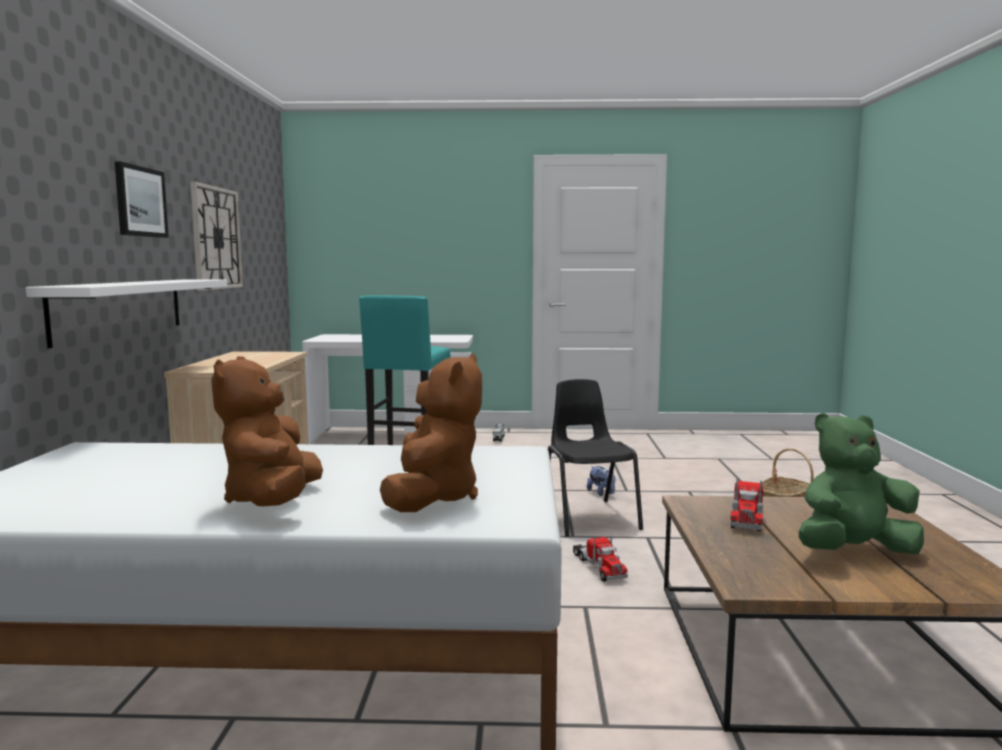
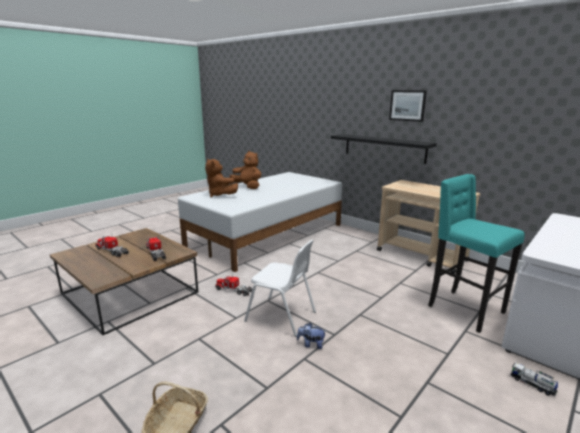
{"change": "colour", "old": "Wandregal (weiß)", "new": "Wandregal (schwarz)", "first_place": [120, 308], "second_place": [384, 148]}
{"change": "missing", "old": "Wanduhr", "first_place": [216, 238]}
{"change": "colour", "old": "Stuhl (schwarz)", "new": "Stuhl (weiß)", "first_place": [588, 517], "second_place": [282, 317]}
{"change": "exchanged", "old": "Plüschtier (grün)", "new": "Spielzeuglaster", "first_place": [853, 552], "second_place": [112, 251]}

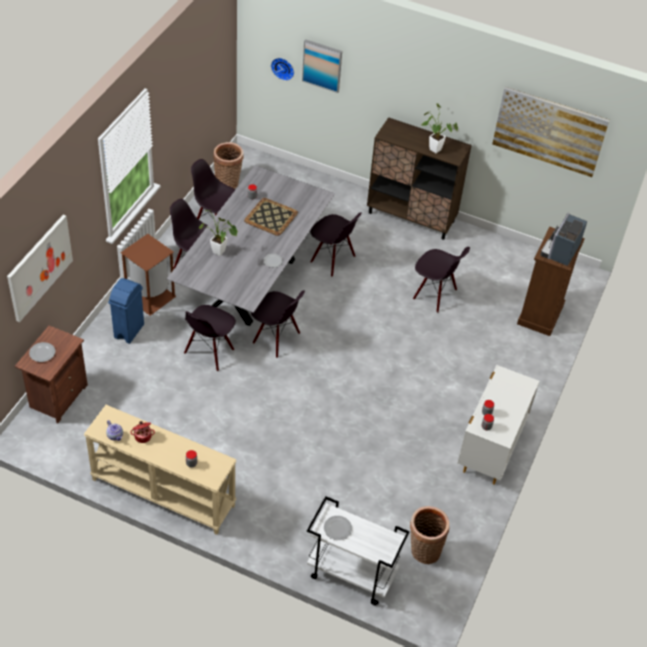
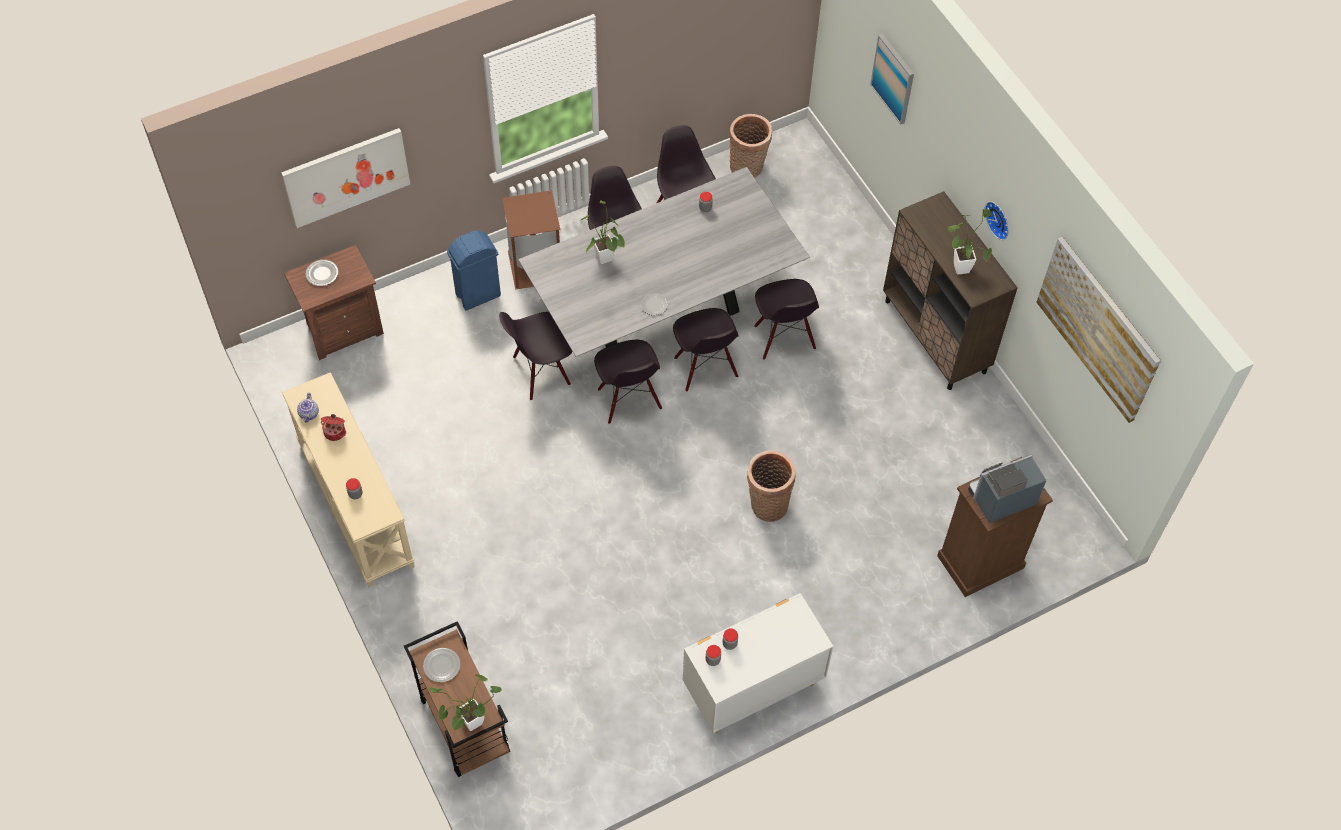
{"change": "missing", "old": "Tablett", "first_place": [271, 217]}
{"change": "relocated", "old": "Wanduhr", "first_place": [283, 68], "second_place": [999, 219]}
{"change": "colour", "old": "Rollwagen (weiß)", "new": "Rollwagen (braun)", "first_place": [350, 574], "second_place": [463, 725]}
{"change": "relocated", "old": "Korb", "first_place": [423, 550], "second_place": [767, 503]}
{"change": "relocated", "old": "Stuhl (schwarz)", "first_place": [434, 295], "second_place": [705, 368]}
{"change": "appeared", "new": "Topfpflanze", "second_place": [468, 724]}

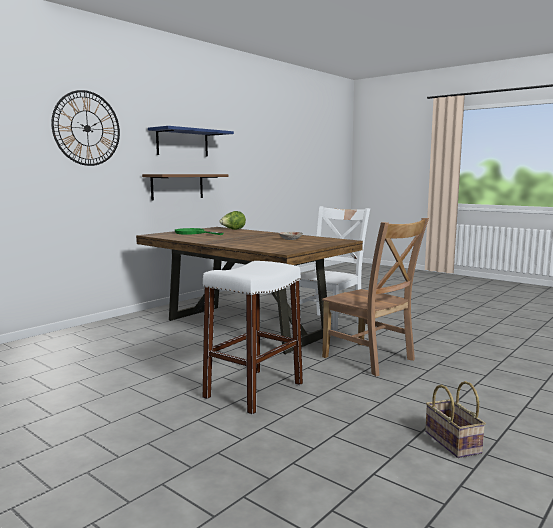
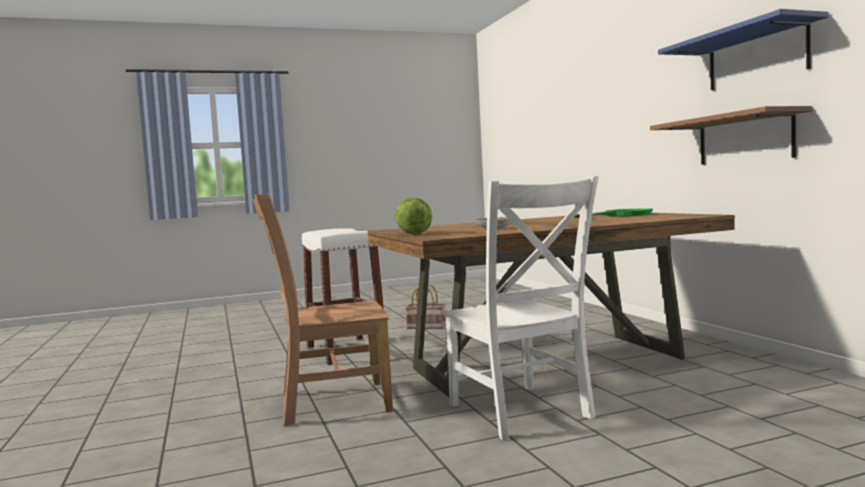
{"change": "missing", "old": "Wanduhr", "first_place": [87, 128]}
{"change": "relocated", "old": "Salatkopf", "first_place": [233, 229], "second_place": [413, 234]}
{"change": "relocated", "old": "Korb", "first_place": [450, 442], "second_place": [427, 326]}

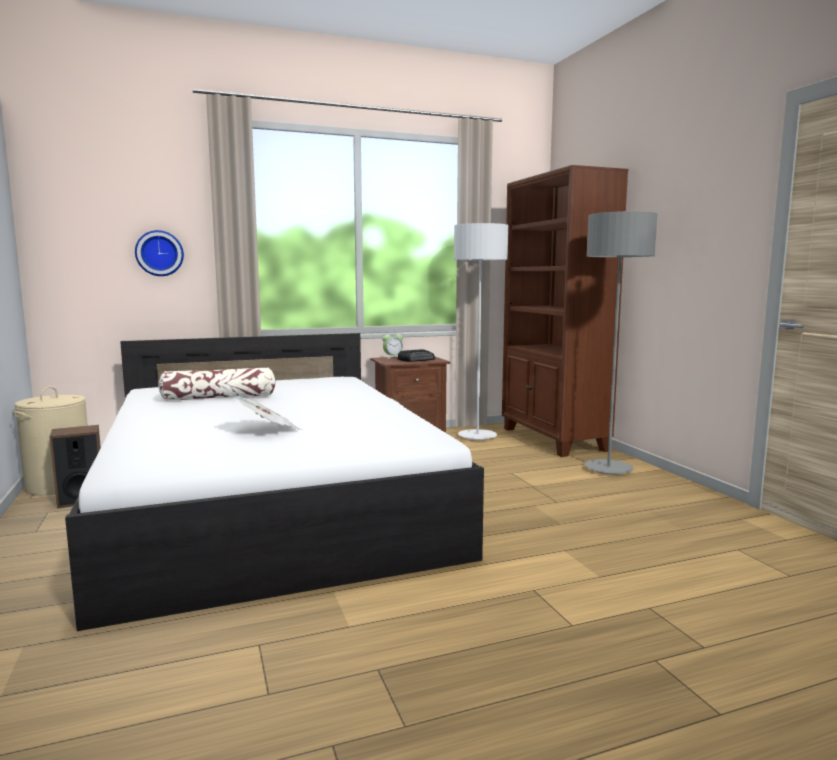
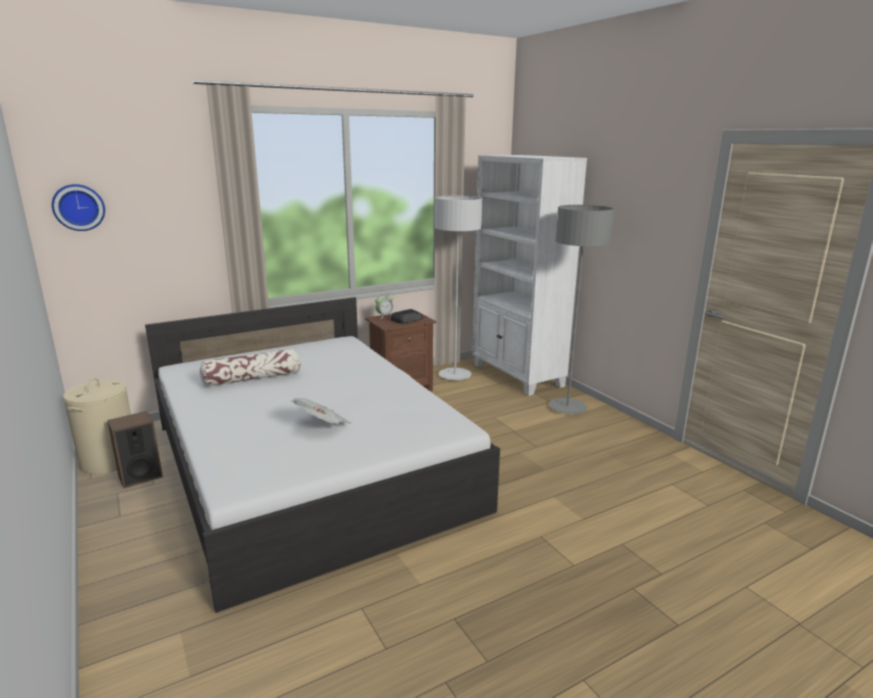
{"change": "relocated", "old": "Wanduhr", "first_place": [159, 253], "second_place": [78, 207]}
{"change": "colour", "old": "Bücherregal (braun)", "new": "Bücherregal (weiß)", "first_place": [553, 439], "second_place": [517, 375]}

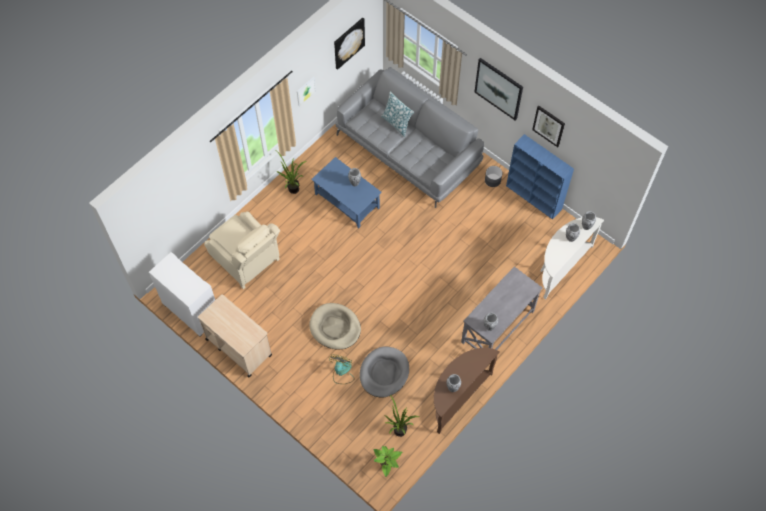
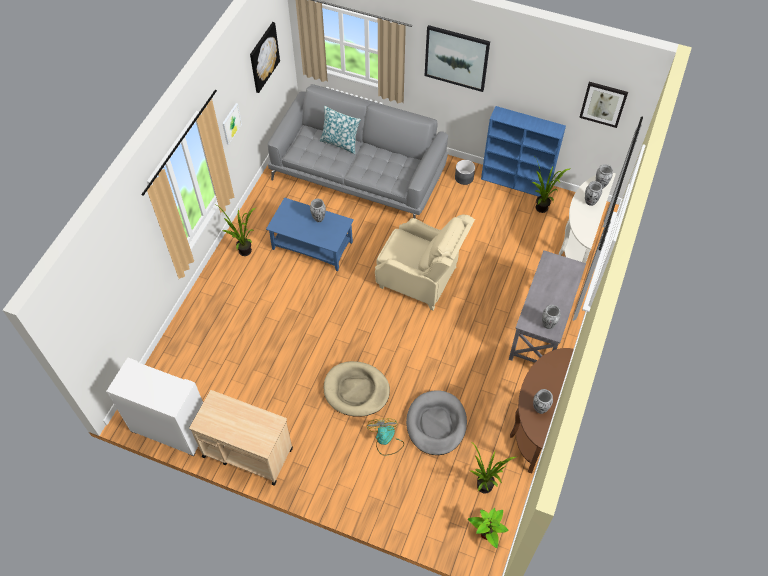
{"change": "relocated", "old": "Sessel (beige)", "first_place": [247, 260], "second_place": [420, 278]}
{"change": "relocated", "old": "Bild", "first_place": [549, 126], "second_place": [603, 104]}
{"change": "appeared", "new": "Topfpflanze", "second_place": [541, 211]}

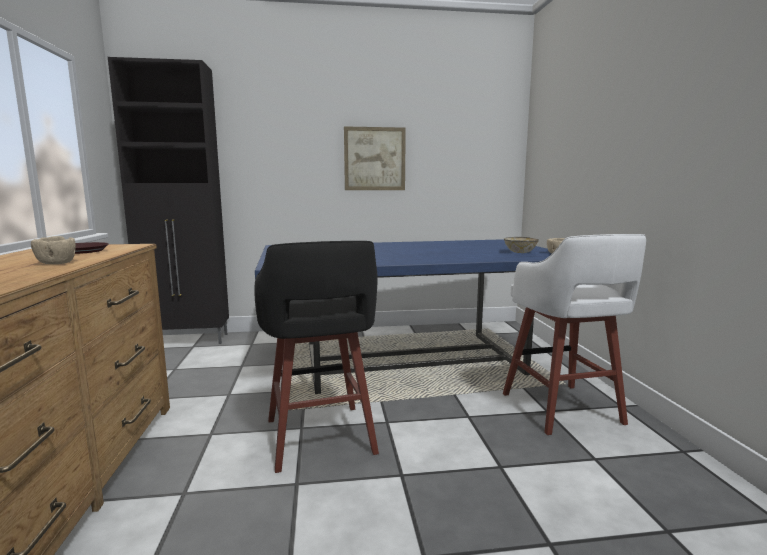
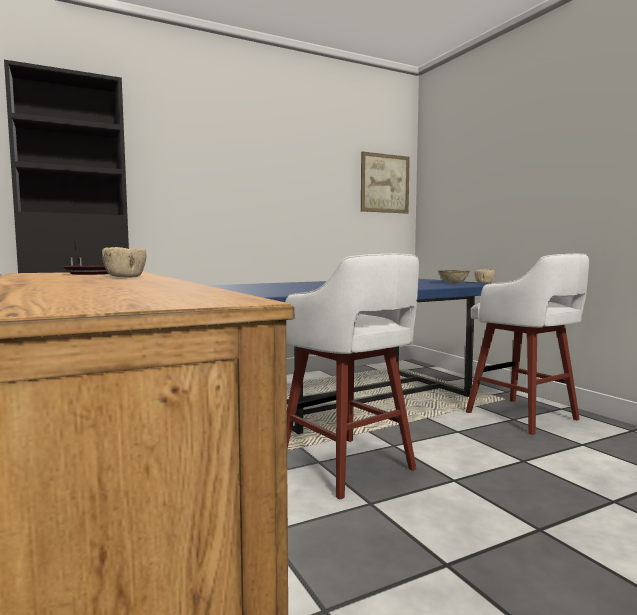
{"change": "colour", "old": "Hocker (schwarz)", "new": "Hocker (weiß)", "first_place": [320, 438], "second_place": [348, 467]}
{"change": "relocated", "old": "Bild", "first_place": [374, 159], "second_place": [384, 183]}

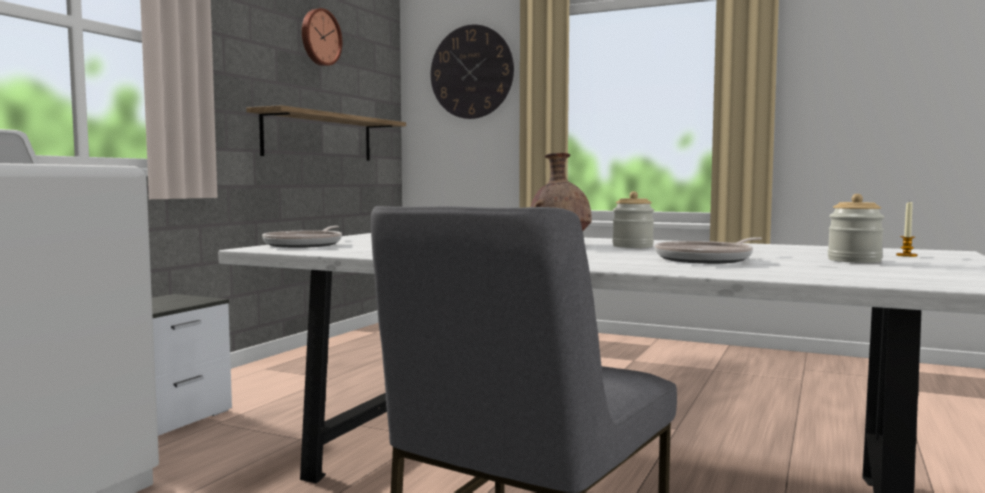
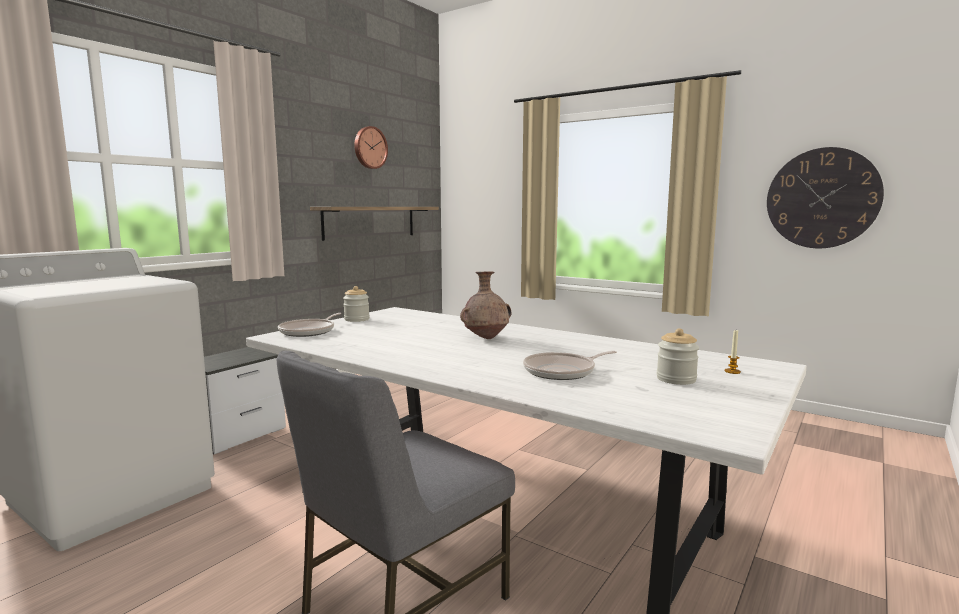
{"change": "relocated", "old": "Wanduhr", "first_place": [471, 72], "second_place": [822, 198]}
{"change": "relocated", "old": "Vorratsglas", "first_place": [632, 246], "second_place": [356, 319]}

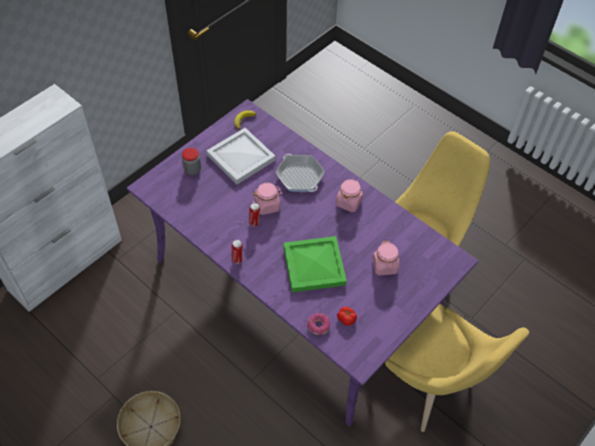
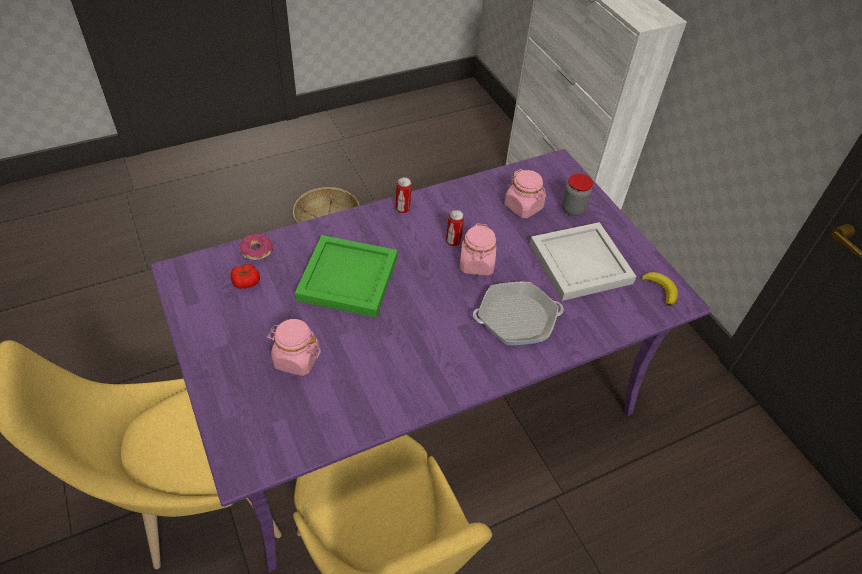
{"change": "relocated", "old": "Vorratsglas (rosa)", "first_place": [348, 202], "second_place": [523, 207]}

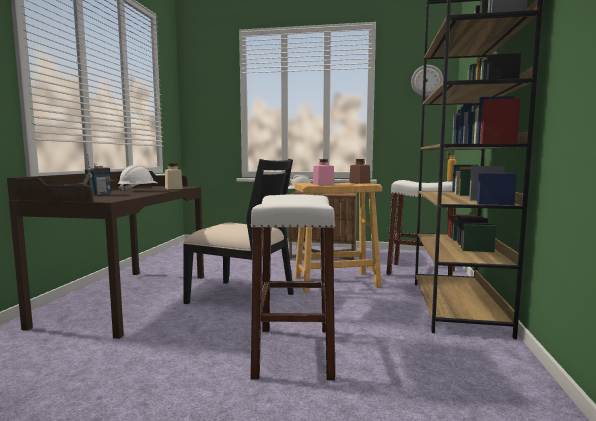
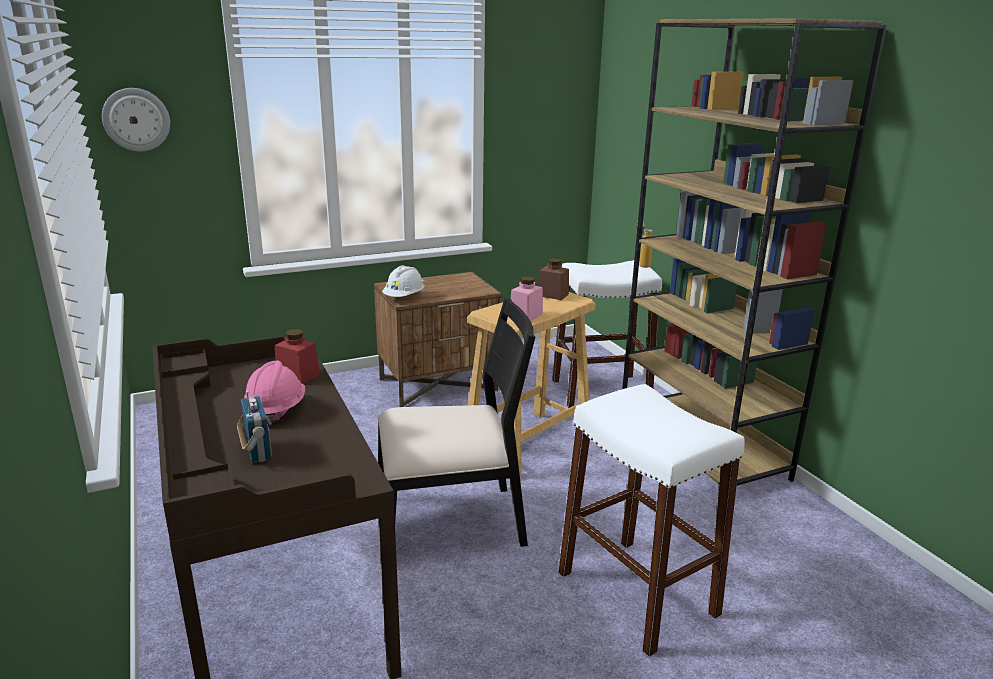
{"change": "colour", "old": "Schutzhelm (weiß)", "new": "Schutzhelm (rosa)", "first_place": [138, 191], "second_place": [276, 410]}
{"change": "colour", "old": "Vorratsglas (beige)", "new": "Vorratsglas (rot)", "first_place": [173, 188], "second_place": [298, 375]}
{"change": "relocated", "old": "Wanduhr", "first_place": [426, 81], "second_place": [136, 119]}

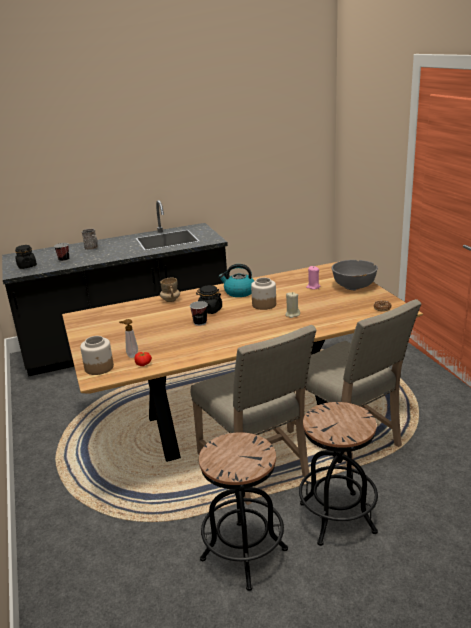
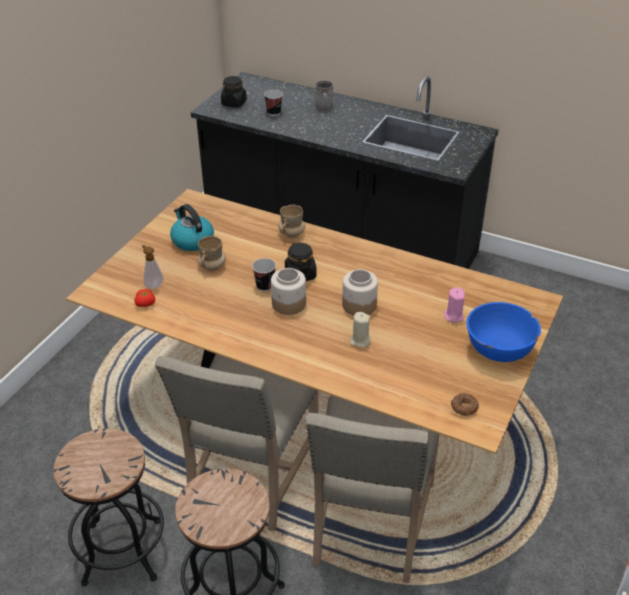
{"change": "relocated", "old": "Vorratsglas", "first_place": [99, 368], "second_place": [289, 304]}
{"change": "relocated", "old": "Wasserkessel", "first_place": [239, 292], "second_place": [192, 240]}
{"change": "colour", "old": "Schüssel (grau)", "new": "Schüssel (blau)", "first_place": [353, 286], "second_place": [499, 349]}
{"change": "appeared", "new": "Henkelbecher (beige)", "second_place": [212, 266]}

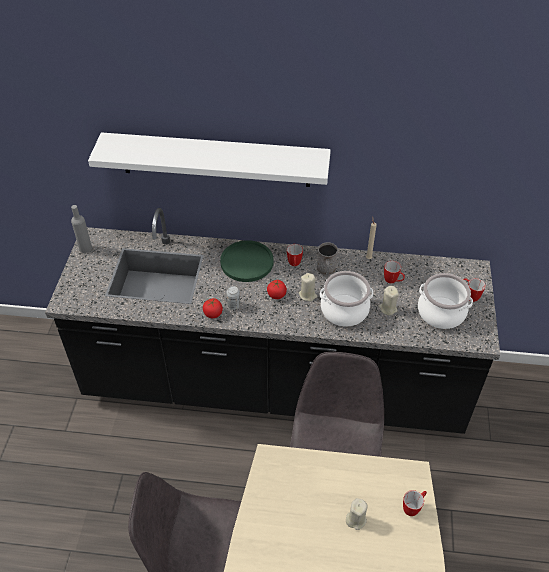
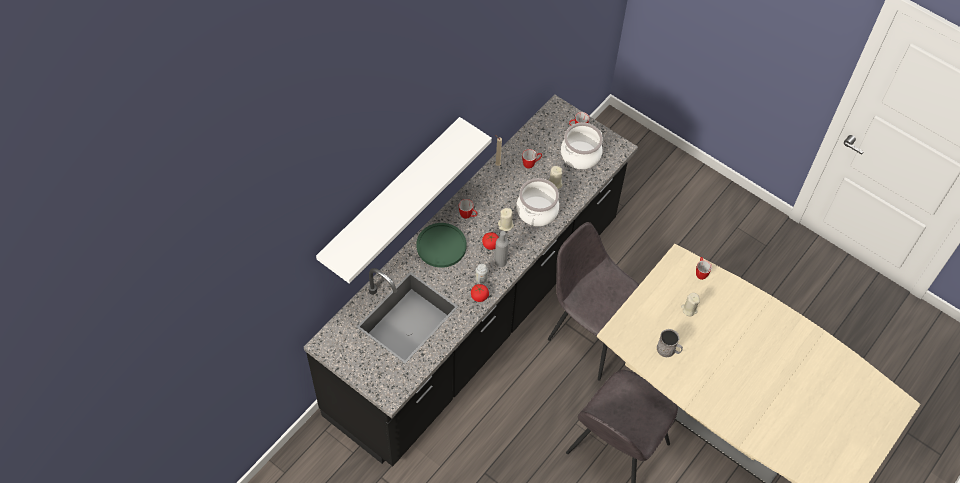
{"change": "relocated", "old": "Flasche (grau)", "first_place": [85, 248], "second_place": [500, 261]}
{"change": "relocated", "old": "Henkelbecher (grau)", "first_place": [326, 270], "second_place": [668, 350]}

